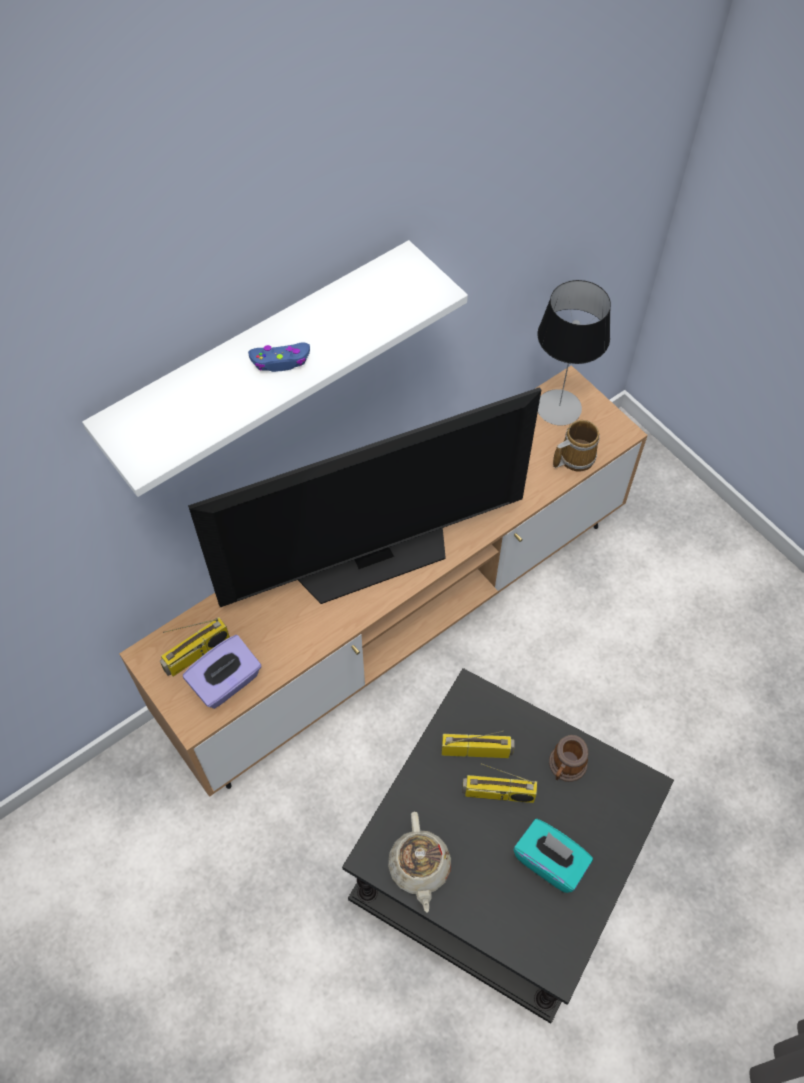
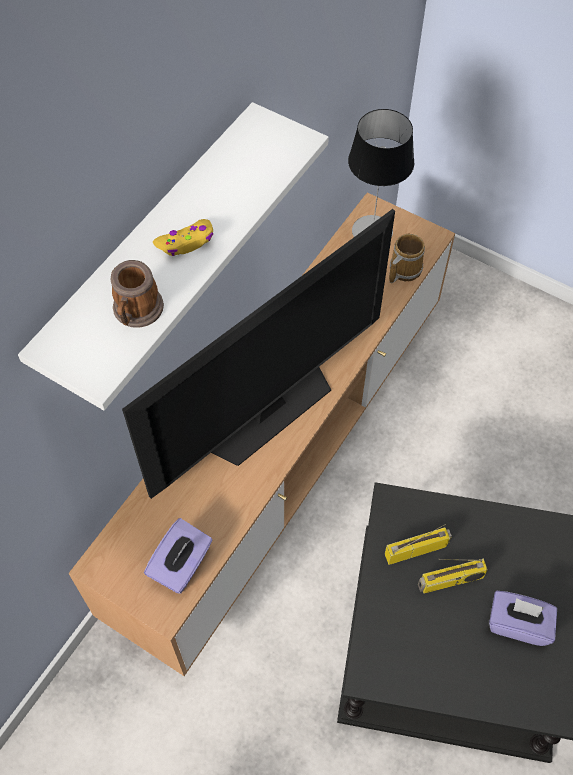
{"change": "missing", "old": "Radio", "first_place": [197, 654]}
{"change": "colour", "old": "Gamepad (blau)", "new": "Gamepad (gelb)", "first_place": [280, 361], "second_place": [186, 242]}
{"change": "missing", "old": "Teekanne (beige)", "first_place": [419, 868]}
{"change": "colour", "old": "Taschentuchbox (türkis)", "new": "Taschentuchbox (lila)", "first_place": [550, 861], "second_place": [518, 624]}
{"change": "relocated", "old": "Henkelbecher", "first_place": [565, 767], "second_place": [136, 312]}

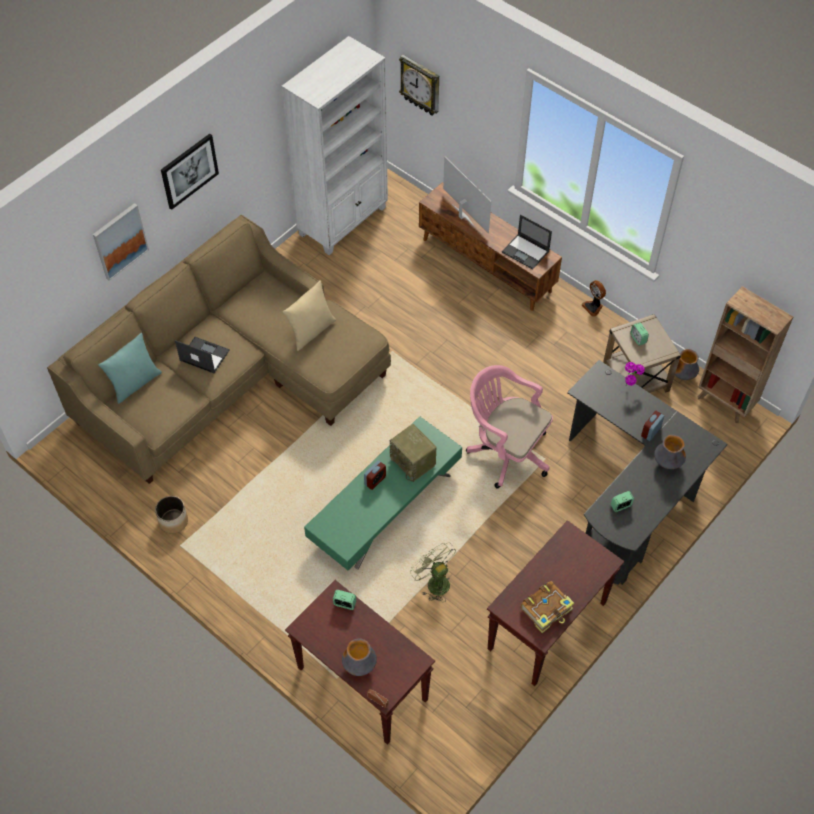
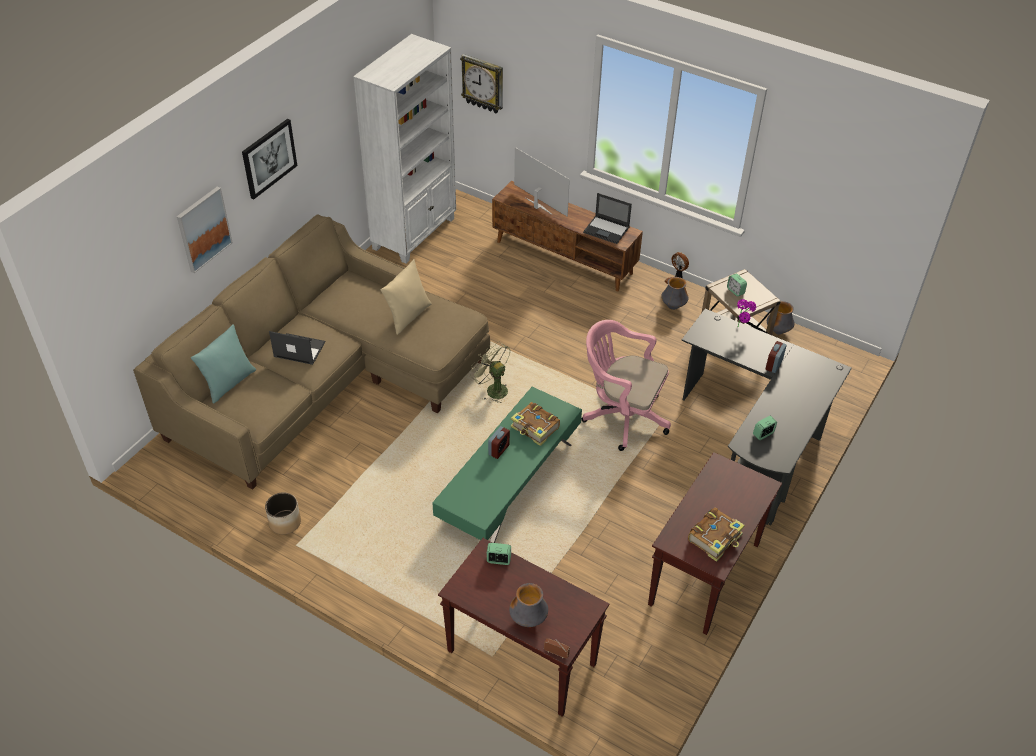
{"change": "exchanged", "old": "Radio", "new": "Buch", "first_place": [413, 462], "second_place": [535, 428]}
{"change": "relocated", "old": "Ventilator (grün)", "first_place": [434, 582], "second_place": [492, 389]}
{"change": "relocated", "old": "Vase", "first_place": [667, 463], "second_place": [673, 306]}
{"change": "missing", "old": "Bücherregal (braun)", "first_place": [725, 402]}

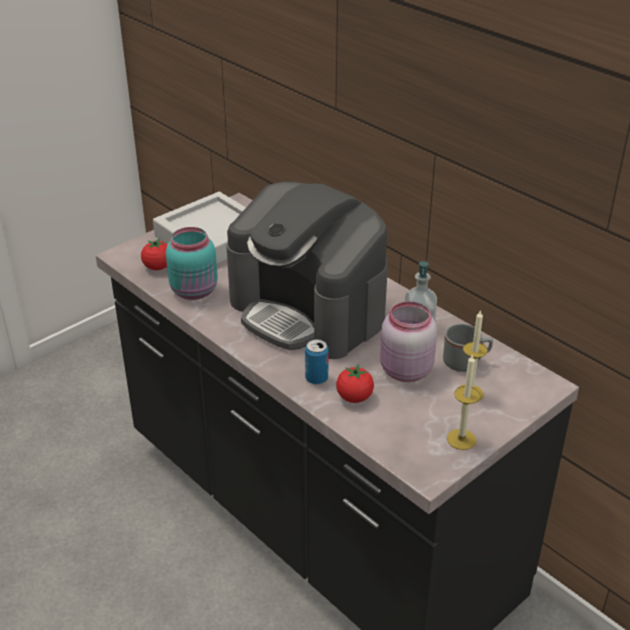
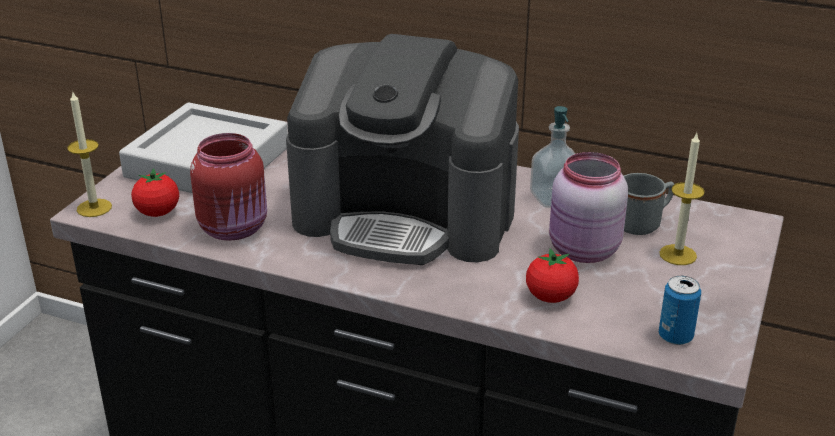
{"change": "colour", "old": "Vorratsglas (türkis)", "new": "Vorratsglas (rot)", "first_place": [195, 291], "second_place": [235, 228]}
{"change": "relocated", "old": "Dose", "first_place": [316, 378], "second_place": [675, 336]}
{"change": "relocated", "old": "Kerze", "first_place": [461, 439], "second_place": [94, 208]}

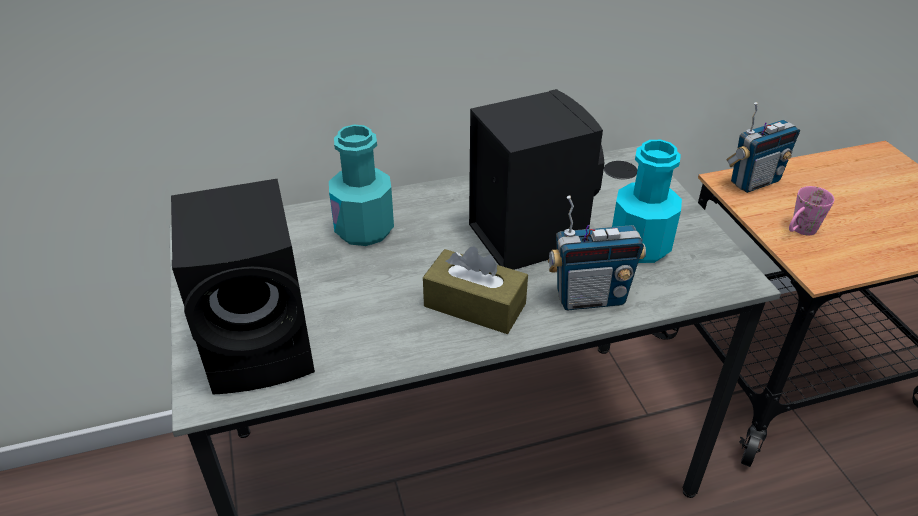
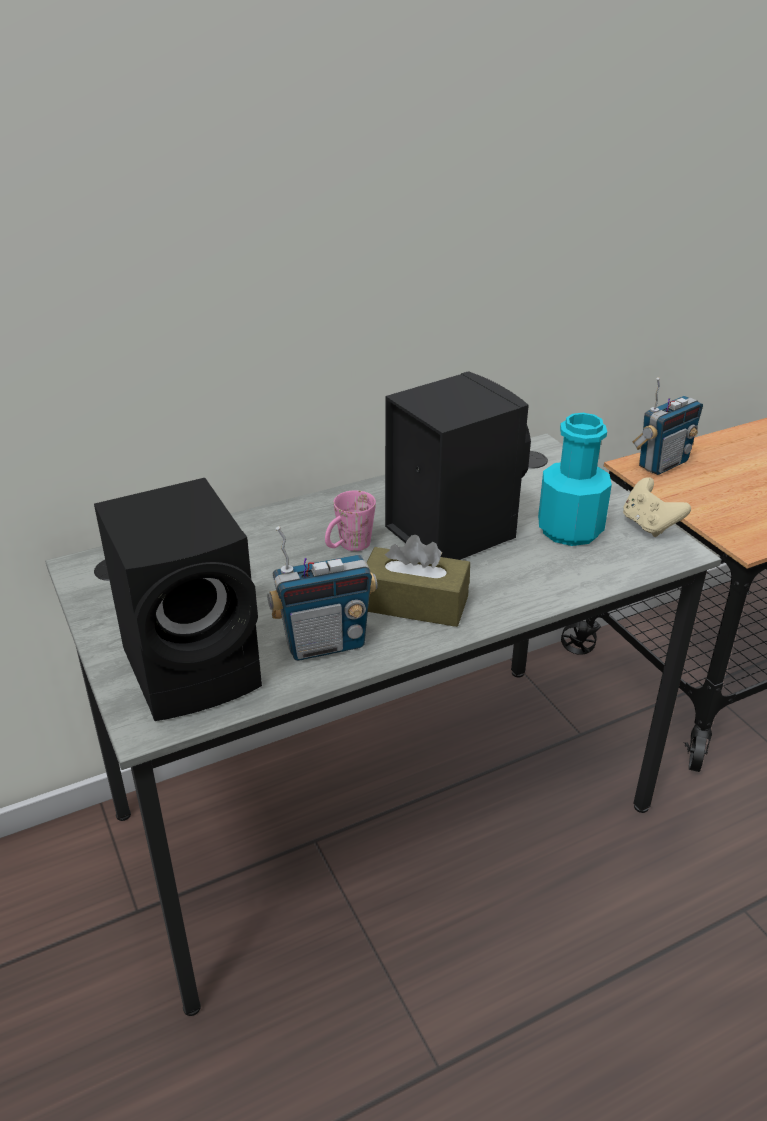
{"change": "missing", "old": "Flasche (türkis)", "first_place": [364, 229]}
{"change": "relocated", "old": "Radio", "first_place": [590, 298], "second_place": [324, 644]}
{"change": "relocated", "old": "Henkelbecher (rosa)", "first_place": [799, 231], "second_place": [348, 547]}
{"change": "appeared", "new": "Gamepad (beige)", "second_place": [649, 525]}

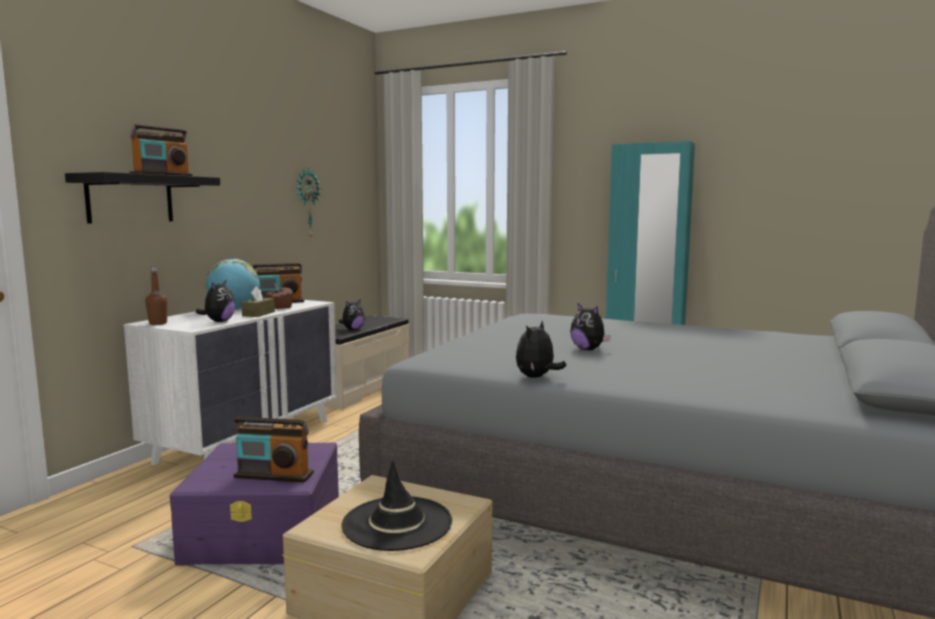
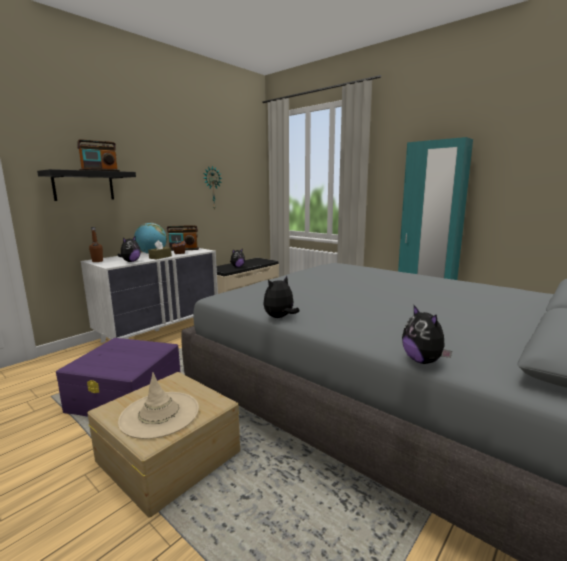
{"change": "missing", "old": "Radio", "first_place": [274, 475]}
{"change": "colour", "old": "Hut (schwarz)", "new": "Hut (beige)", "first_place": [397, 523], "second_place": [159, 414]}
{"change": "relocated", "old": "Plüschtier", "first_place": [588, 349], "second_place": [423, 361]}

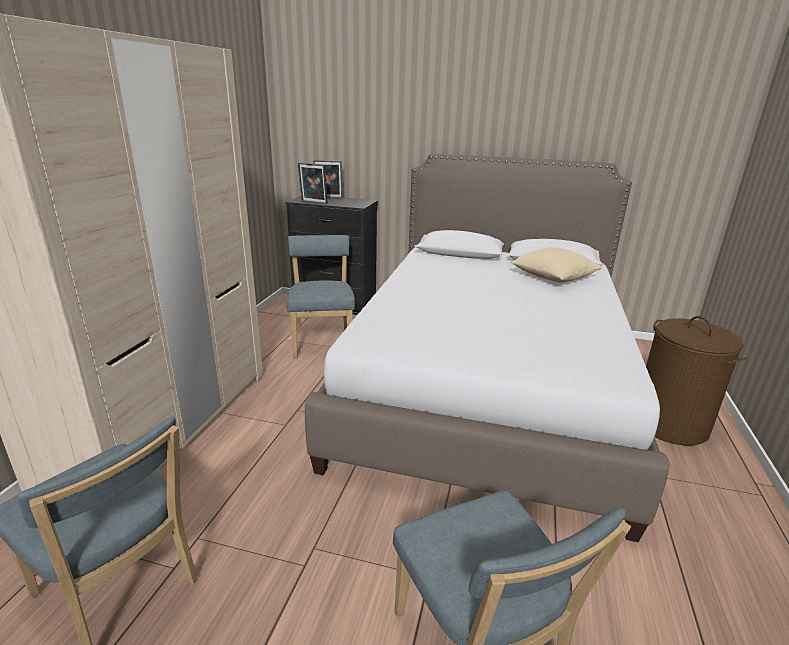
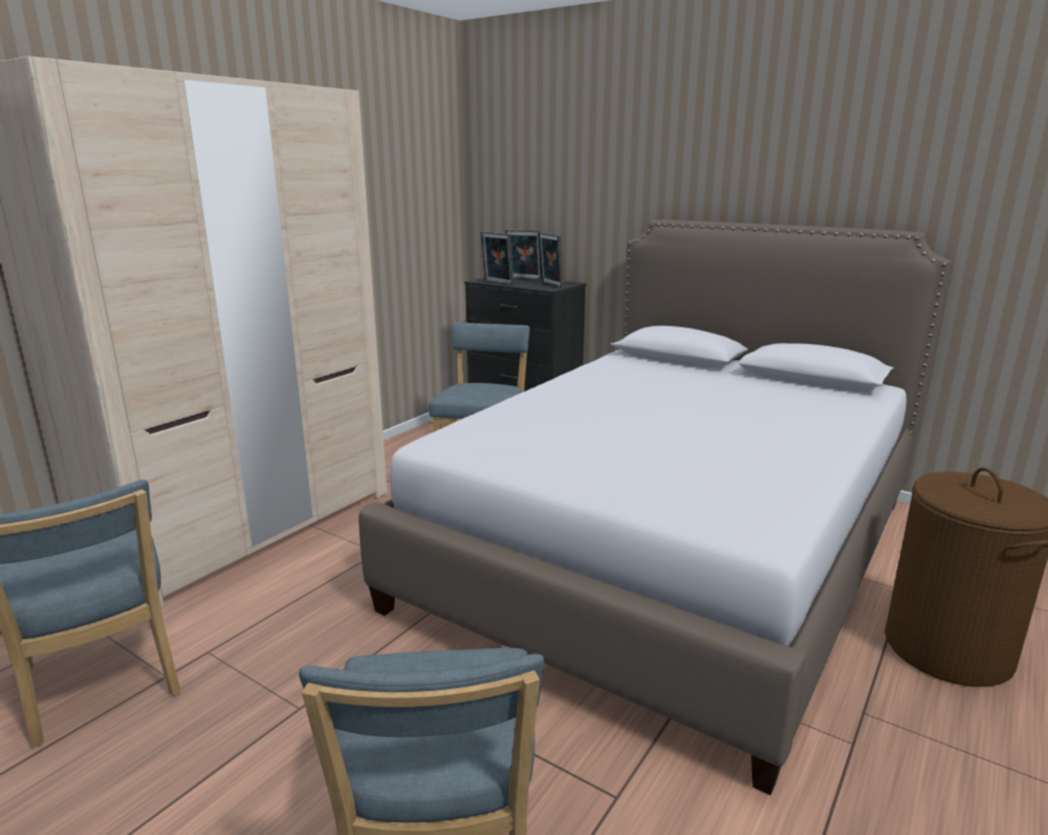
{"change": "missing", "old": "Kissen (beige)", "first_place": [553, 277]}
{"change": "appeared", "new": "Bilderrahmen", "second_place": [550, 285]}

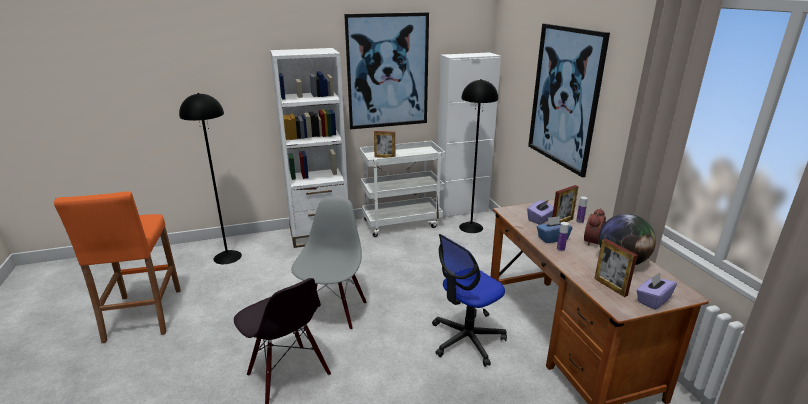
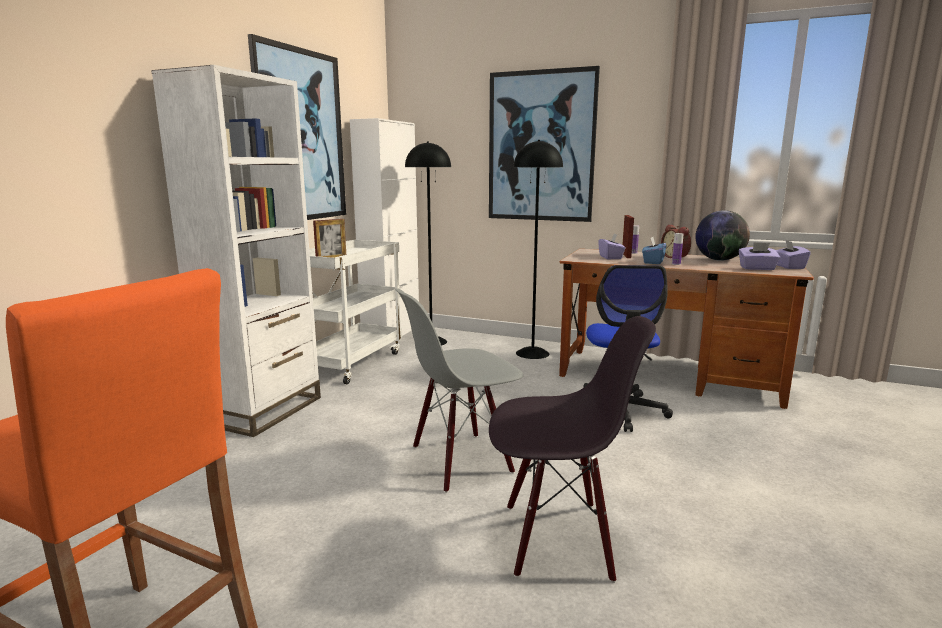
{"change": "relocated", "old": "Stehlampe (schwarz)", "first_place": [227, 257], "second_place": [532, 353]}
{"change": "spun", "old": "Stuhl (grau)", "first_place": [333, 311], "second_place": [461, 460], "degrees": -75}
{"change": "exchanged", "old": "Bilderrahmen", "new": "Taschentuchbox (lila)", "first_place": [610, 287], "second_place": [757, 268]}

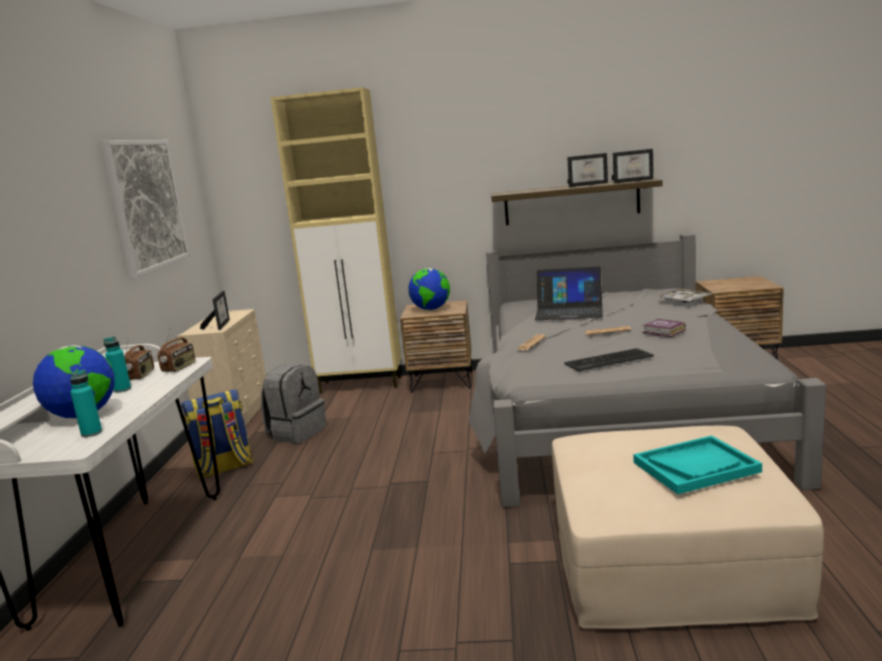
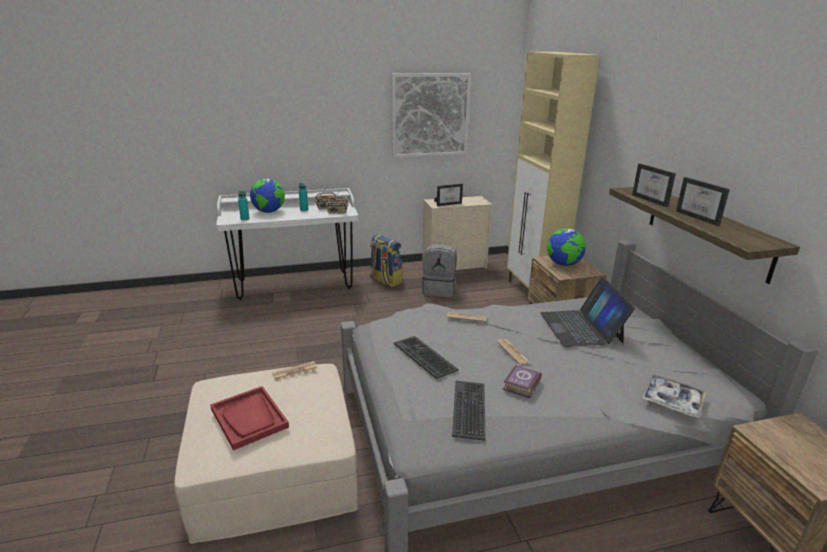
{"change": "relocated", "old": "Bilderrahmen", "first_place": [633, 181], "second_place": [653, 200]}
{"change": "colour", "old": "Tablett (türkis)", "new": "Tablett (rot)", "first_place": [695, 467], "second_place": [249, 418]}
{"change": "appeared", "new": "Zeitung", "second_place": [295, 371]}
{"change": "appeared", "new": "Tastatur", "second_place": [470, 409]}

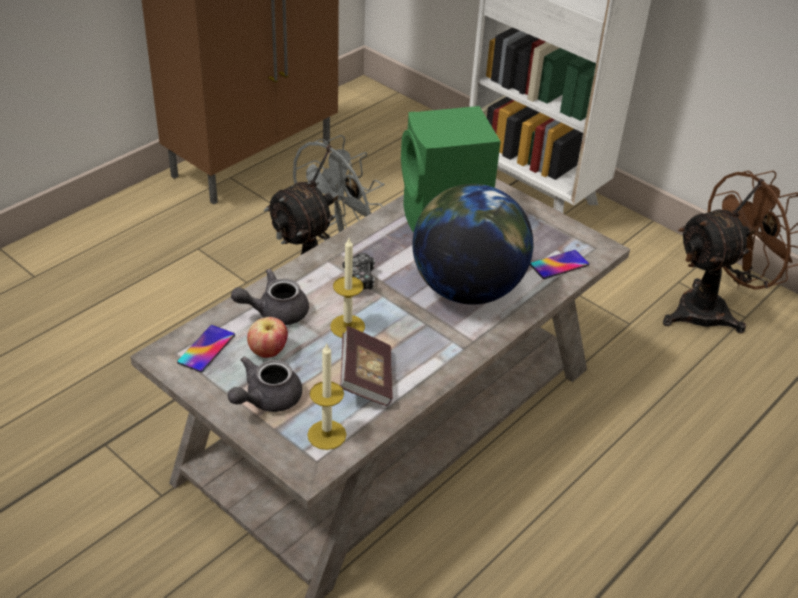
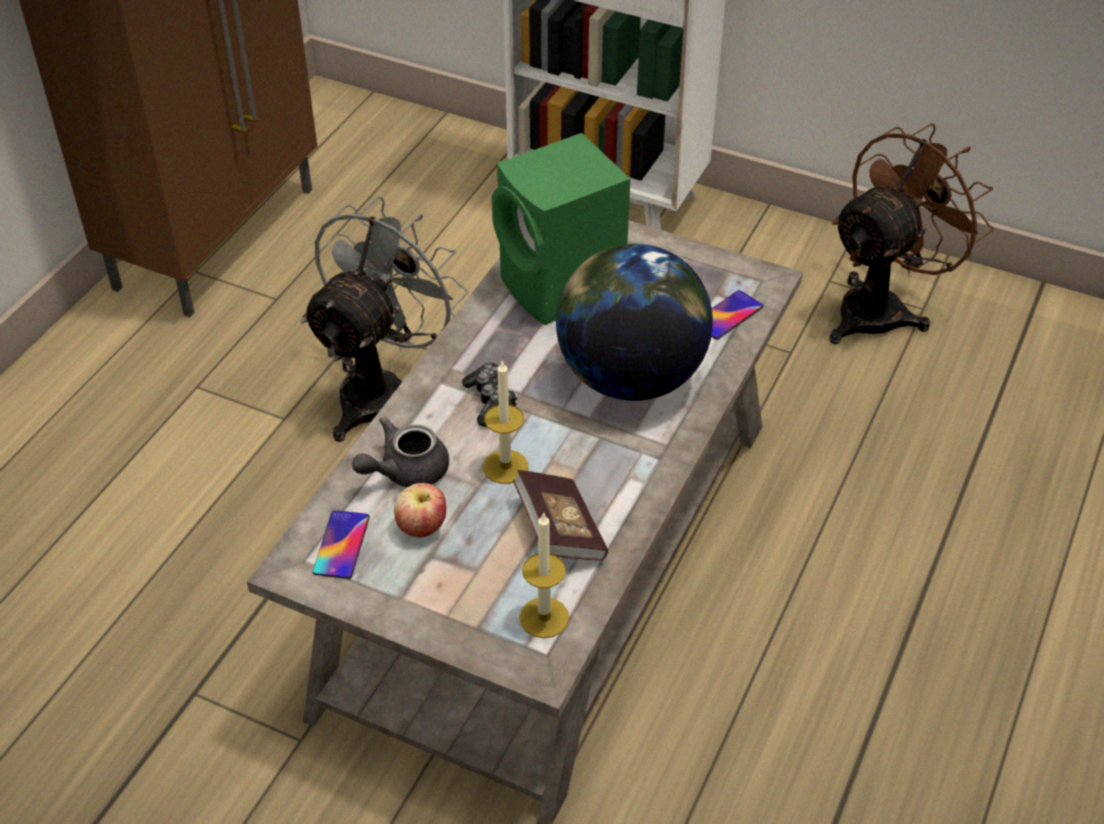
{"change": "missing", "old": "Teekanne (grau)", "first_place": [266, 399]}

